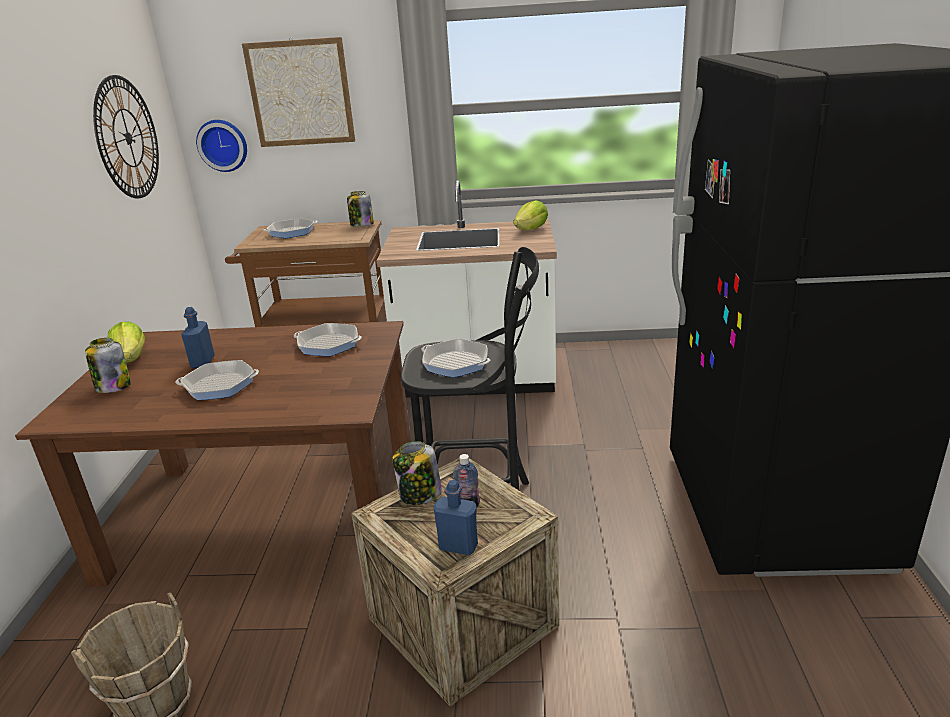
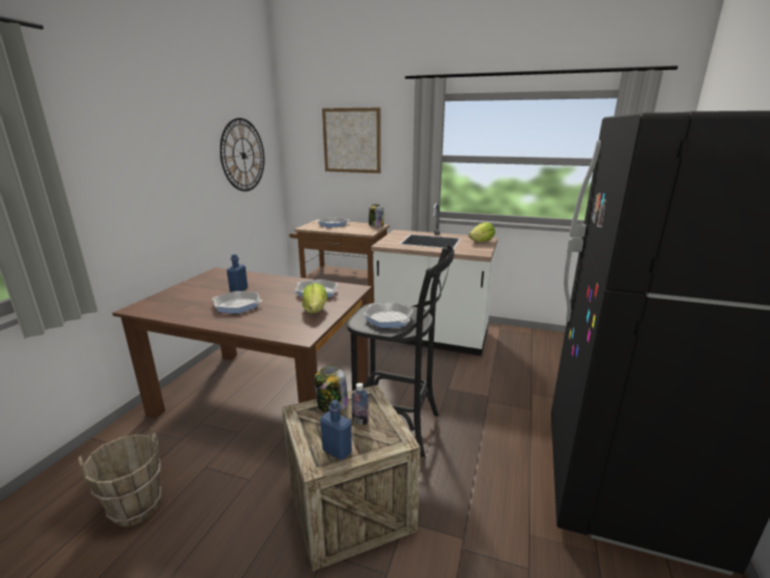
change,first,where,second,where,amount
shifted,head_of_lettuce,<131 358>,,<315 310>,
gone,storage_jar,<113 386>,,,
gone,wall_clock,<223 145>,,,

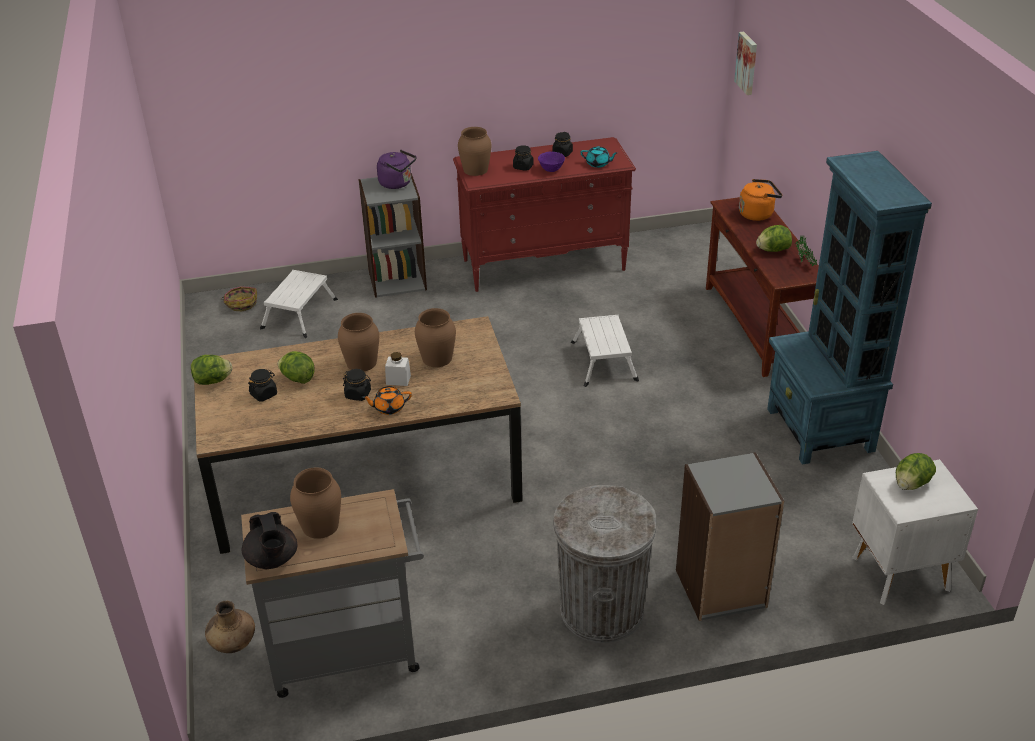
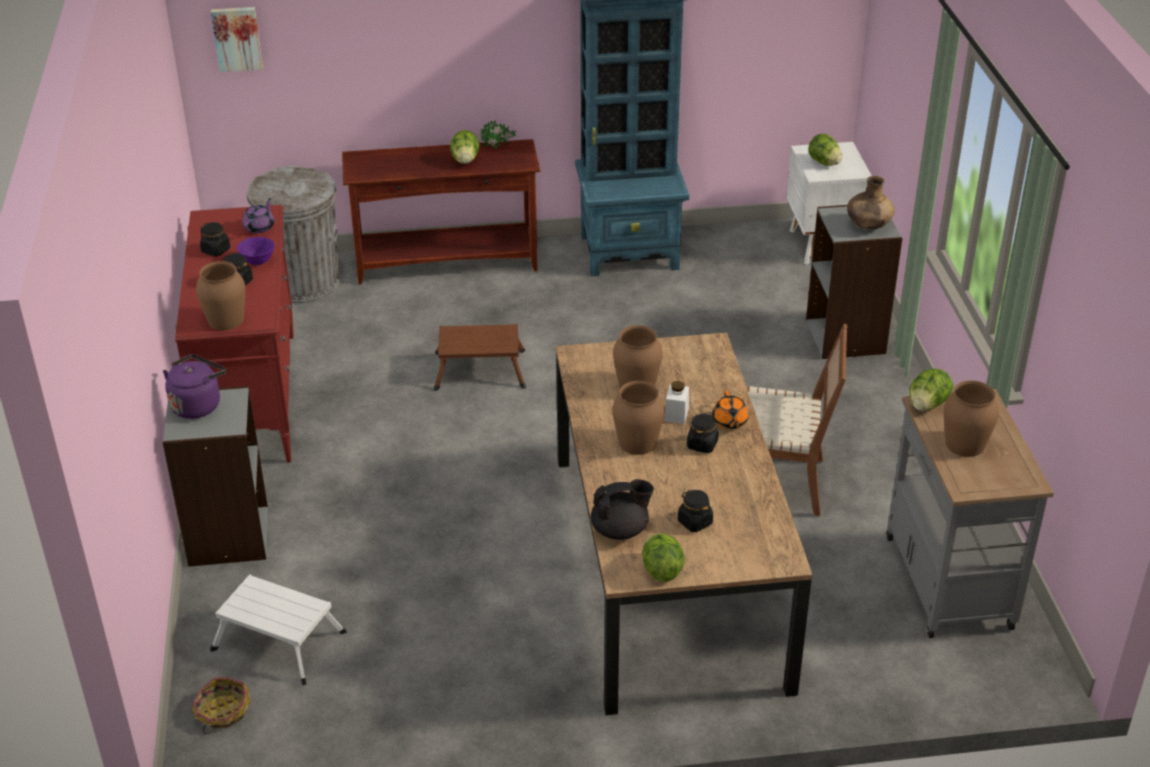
change,first,where,second,where,amount
repainted,blue-green_pot_for_tea,<598 164>,purple_pot_for_tea,<260 227>,
shifted,gray_waste_bin,<601 610>,,<303 284>,
repainted,white-coloured_step_ladder,<604 361>,brown_step_ladder,<480 370>,
shifted,blackish_pot_for_tea,<272 560>,,<620 530>,
new,,,plain_chair,<781 484>,
shifted,brown_vase,<233 643>,,<868 226>,
shifted,head_of_lettuce,<297 378>,,<927 405>,
gone,orangey_tea_kettle,<757 214>,,,

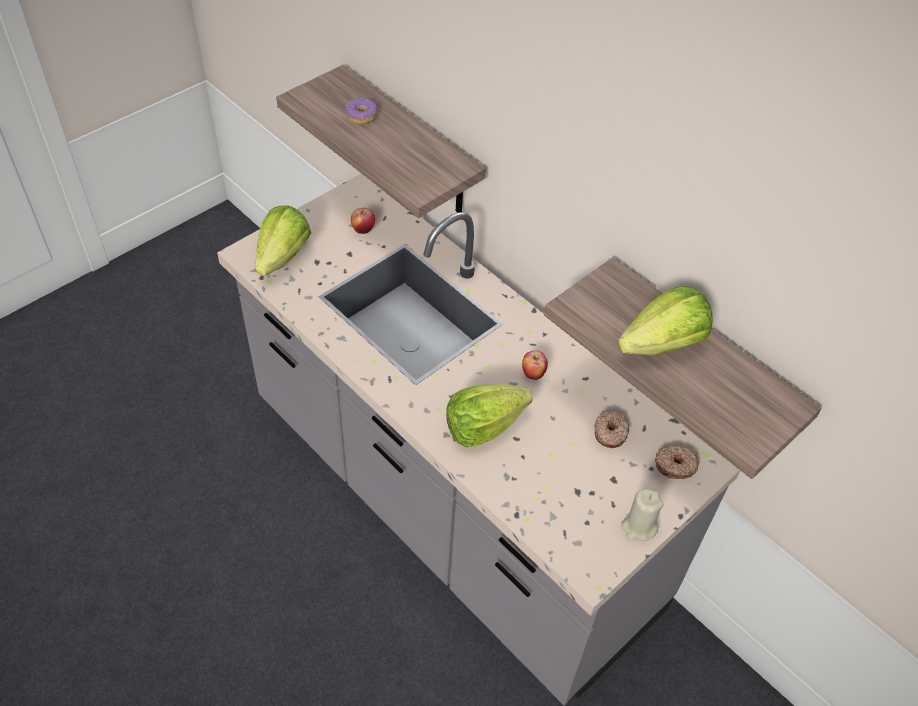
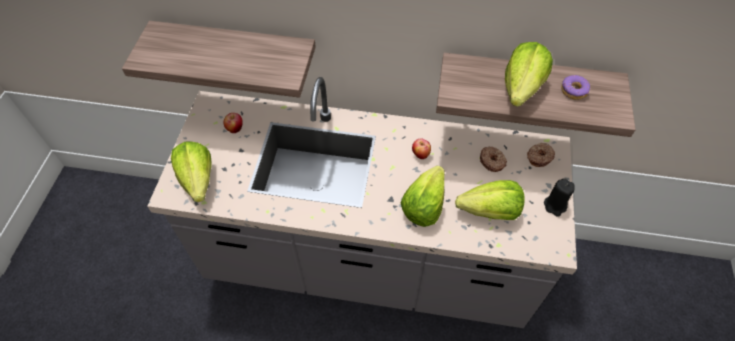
change,first,where,second,where,amount
new,,,head_of_lettuce,<490 211>,
repainted,sand-coloured_wax_light,<638 527>,blackish_wax_light,<555 205>,
shifted,ring_doughnut,<361 116>,,<574 91>,

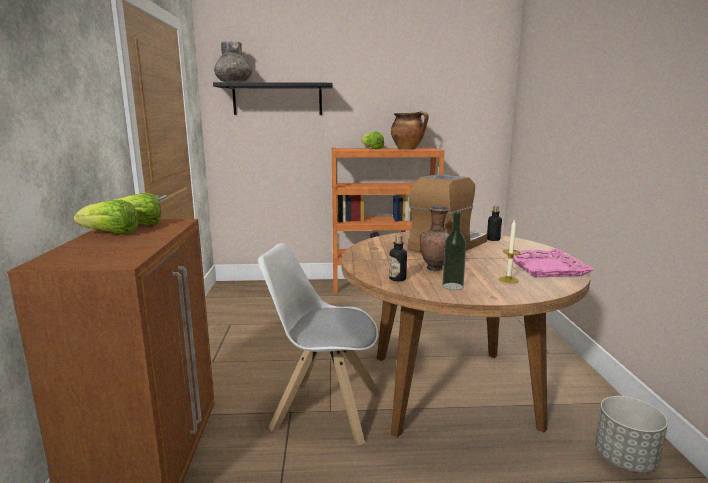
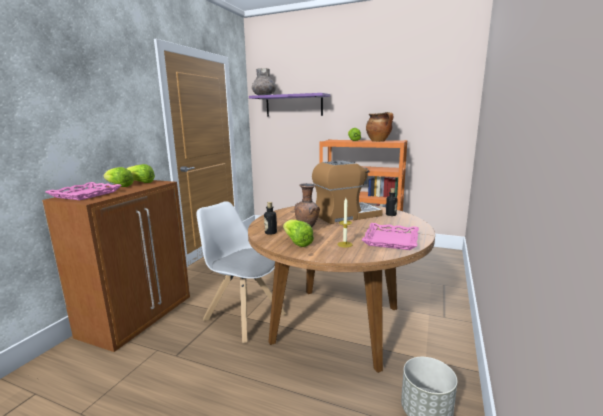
change,first,where,second,where,amount
new,,,pinkish_carrying_tray,<86 194>,
repainted,blackish_shelf,<277 99>,purple_shelf,<294 105>,
swapped,drink_bottle,<452 286>,head_of_lettuce,<297 242>,

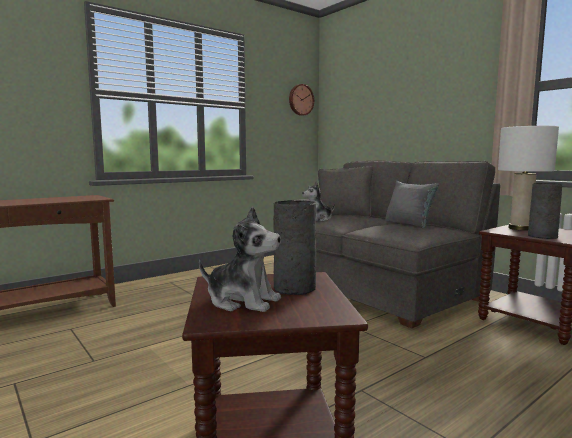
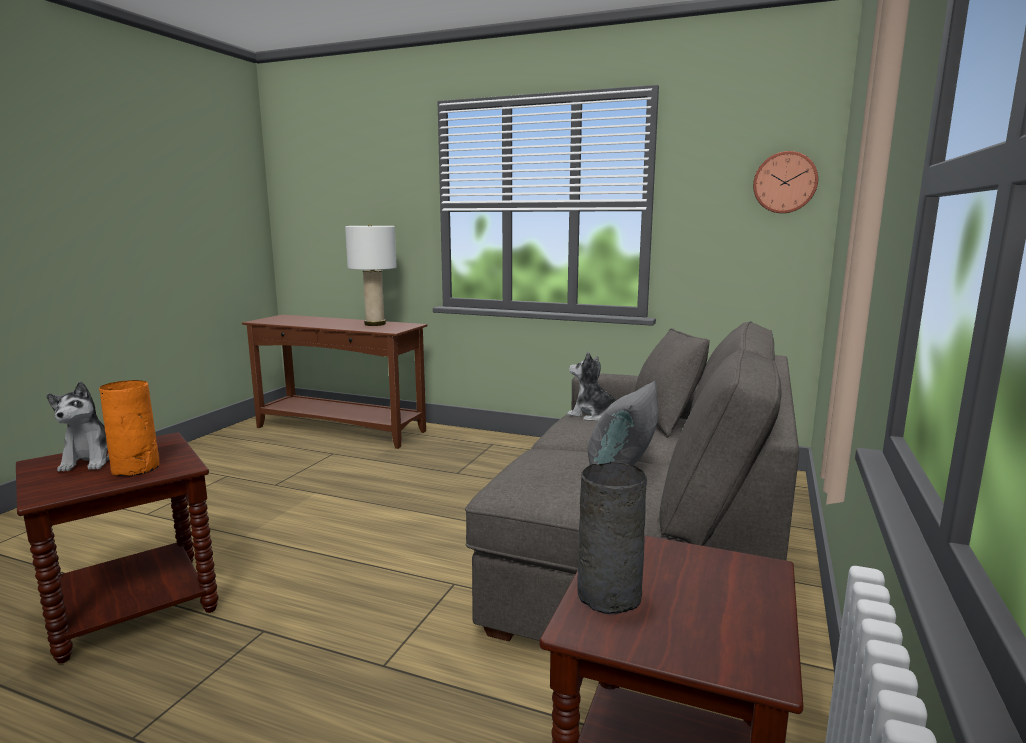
change,first,where,second,where,amount
repainted,gray_vase,<296 288>,orangey_vase,<135 469>,
shifted,white-coloured_lamp_for_a_table,<520 228>,,<375 324>,

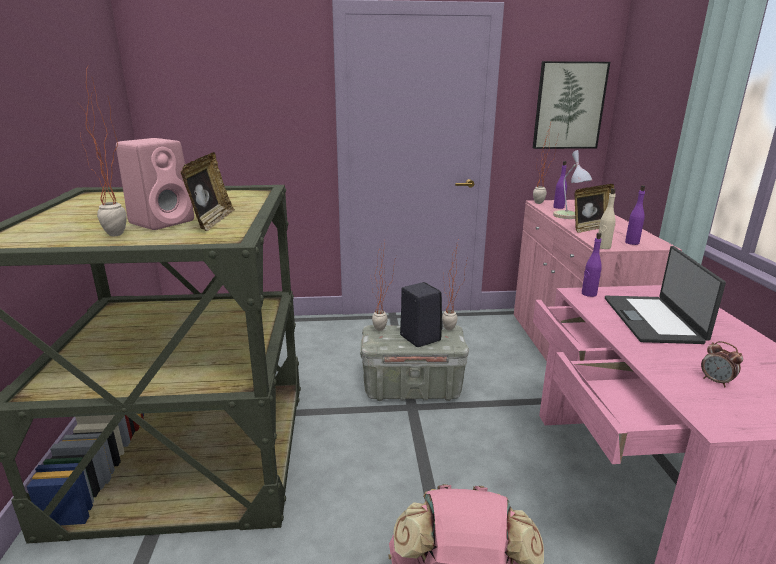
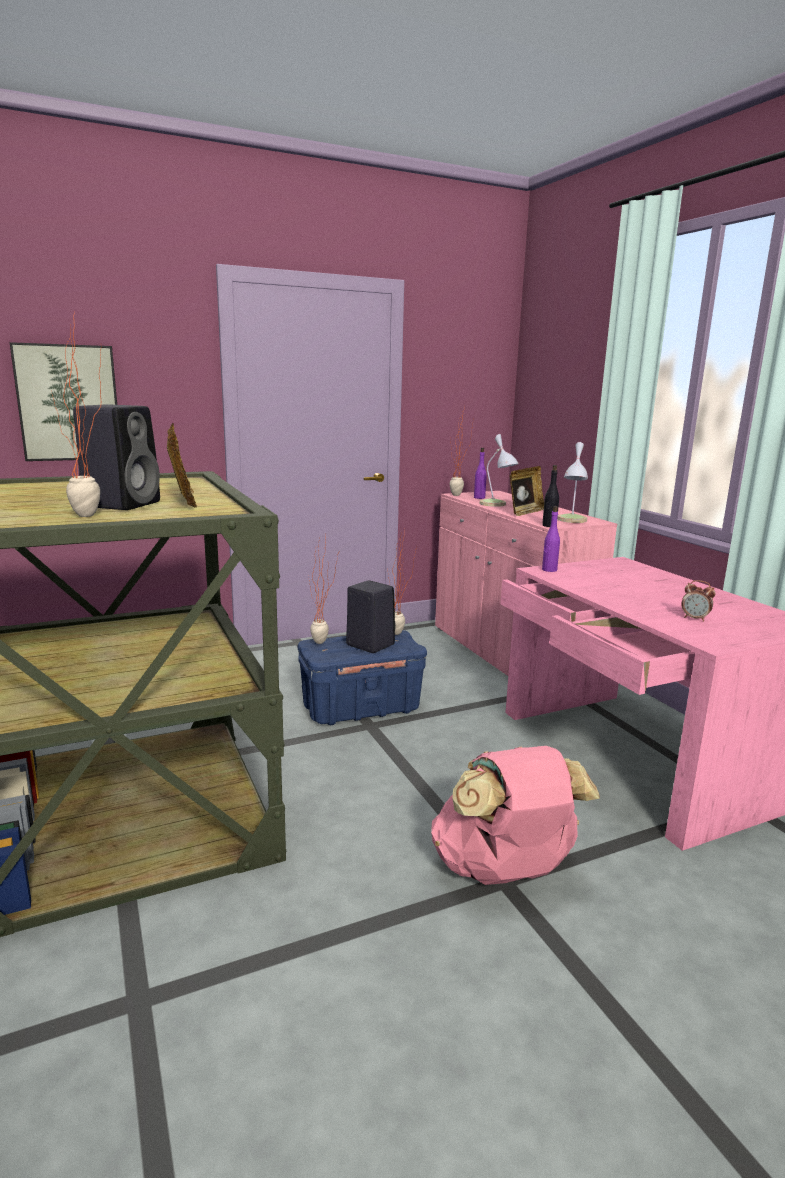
change,first,where,second,where,amount
shifted,wall_art,<569 106>,,<68 403>,
repainted,pinkish_audio_speaker,<163 221>,blackish_audio_speaker,<123 504>,
repainted,gray_storage_container,<413 388>,blue-coloured_storage_container,<361 708>,
repainted,sand-coloured_drink_bottle,<603 247>,blackish_drink_bottle,<549 525>,
swapped,purple_drink_bottle,<632 242>,lamp_for_a_table,<571 521>,
gone,laptop,<653 319>,,,

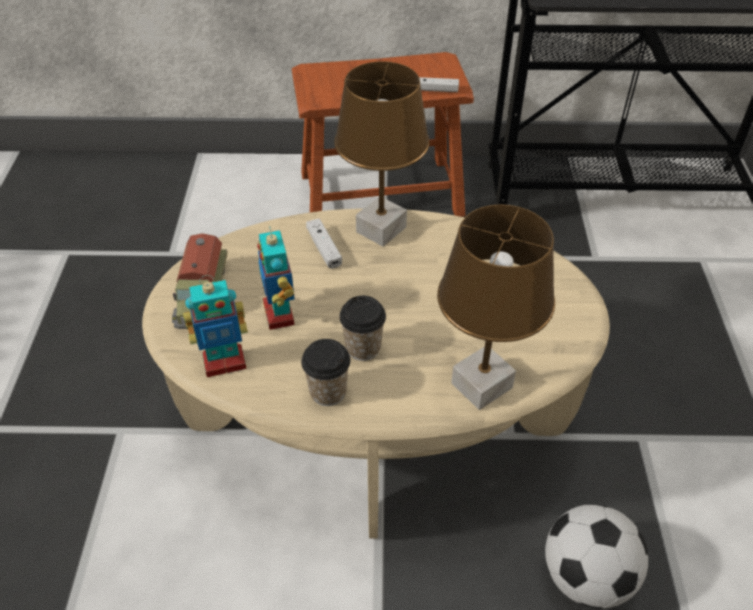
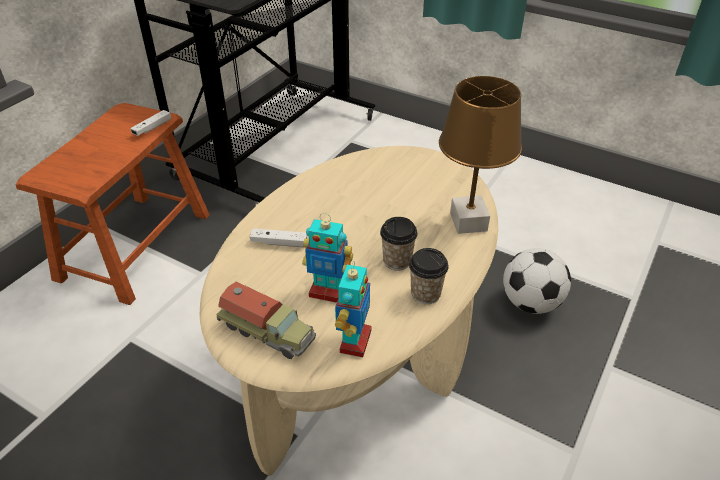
change,first,where,second,where,amount
gone,brown_lamp_for_a_table,<381 229>,,,

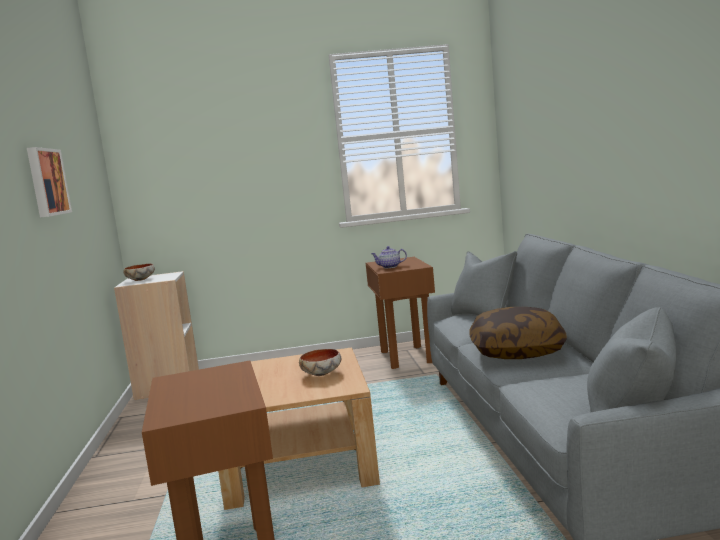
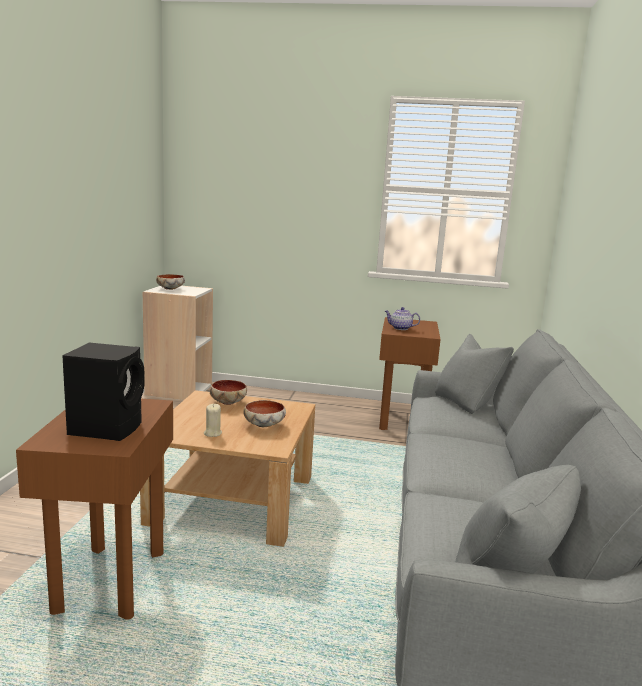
change,first,where,second,where,amount
new,,,blackish_audio_speaker,<107 428>,
new,,,sand-coloured_wax_light,<212 433>,
new,,,deep_dish,<227 402>,
gone,wall_art,<46 182>,,,
gone,throw_pillow,<517 351>,,,

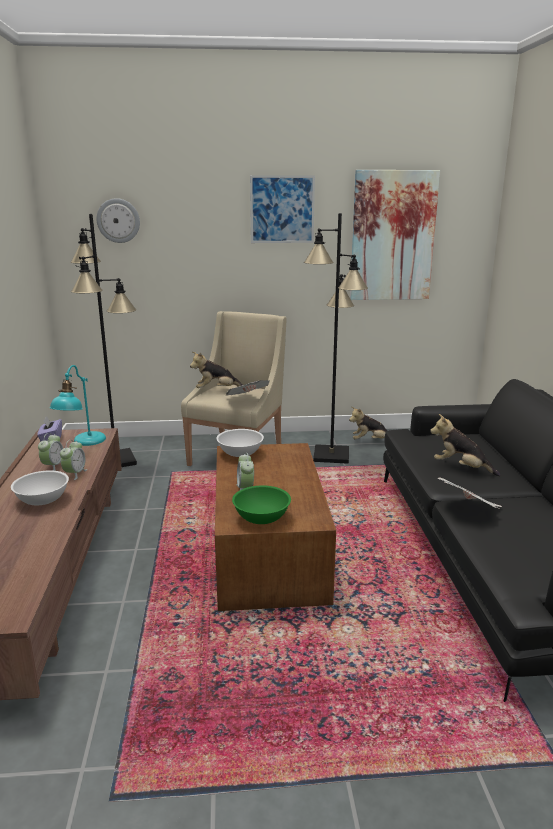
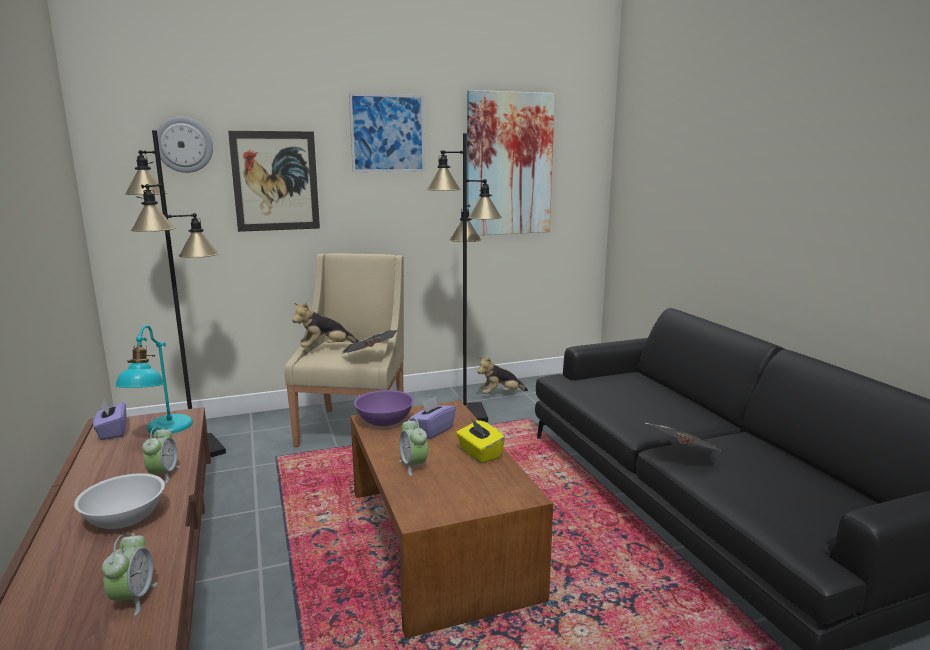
change,first,where,second,where,amount
shifted,table_clock,<53 466>,,<133 598>,
new,,,wall_art,<275 181>,
repainted,white-coloured_deep_dish,<240 453>,purple_deep_dish,<385 421>,
new,,,purple_tissue_box,<432 431>,
new,,,yellow-coloured_tissue_box,<479 454>,
gone,green-coloured_deep_dish,<261 518>,,,
gone,soft_toy,<461 468>,,,

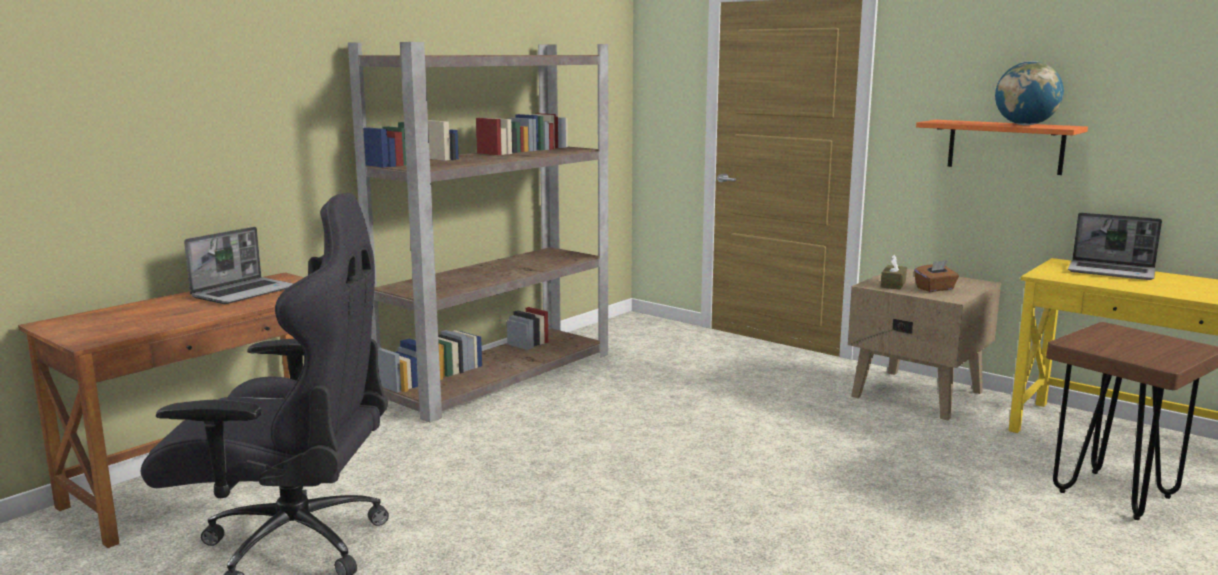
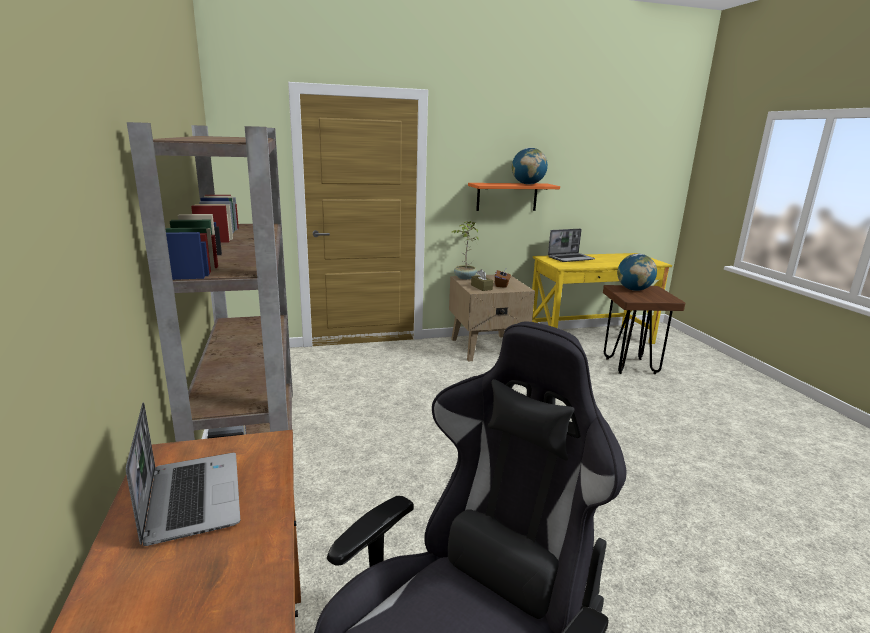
change,first,where,second,where,amount
new,,,potted_plant,<464 278>,
new,,,globe,<634 290>,

